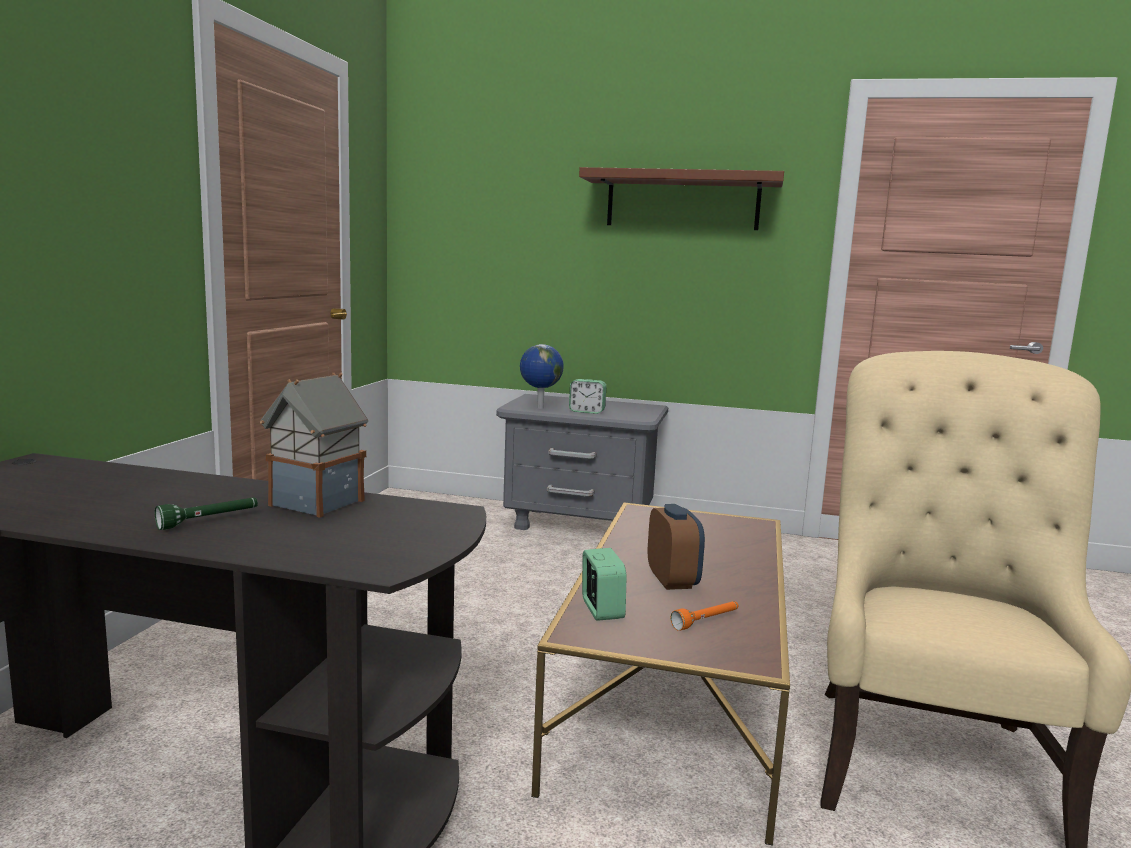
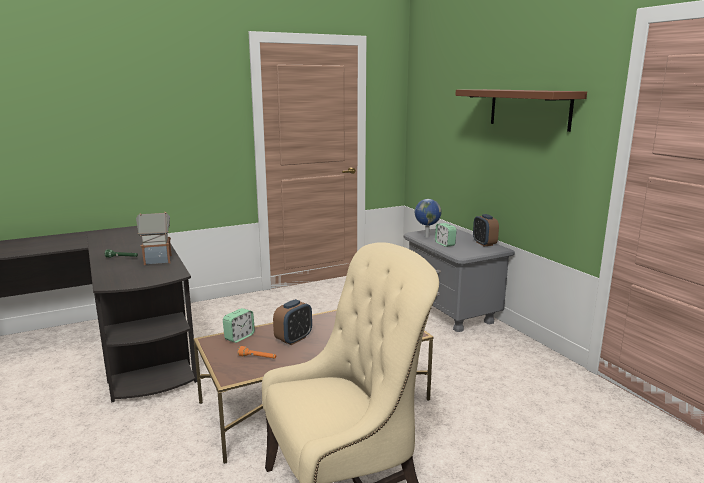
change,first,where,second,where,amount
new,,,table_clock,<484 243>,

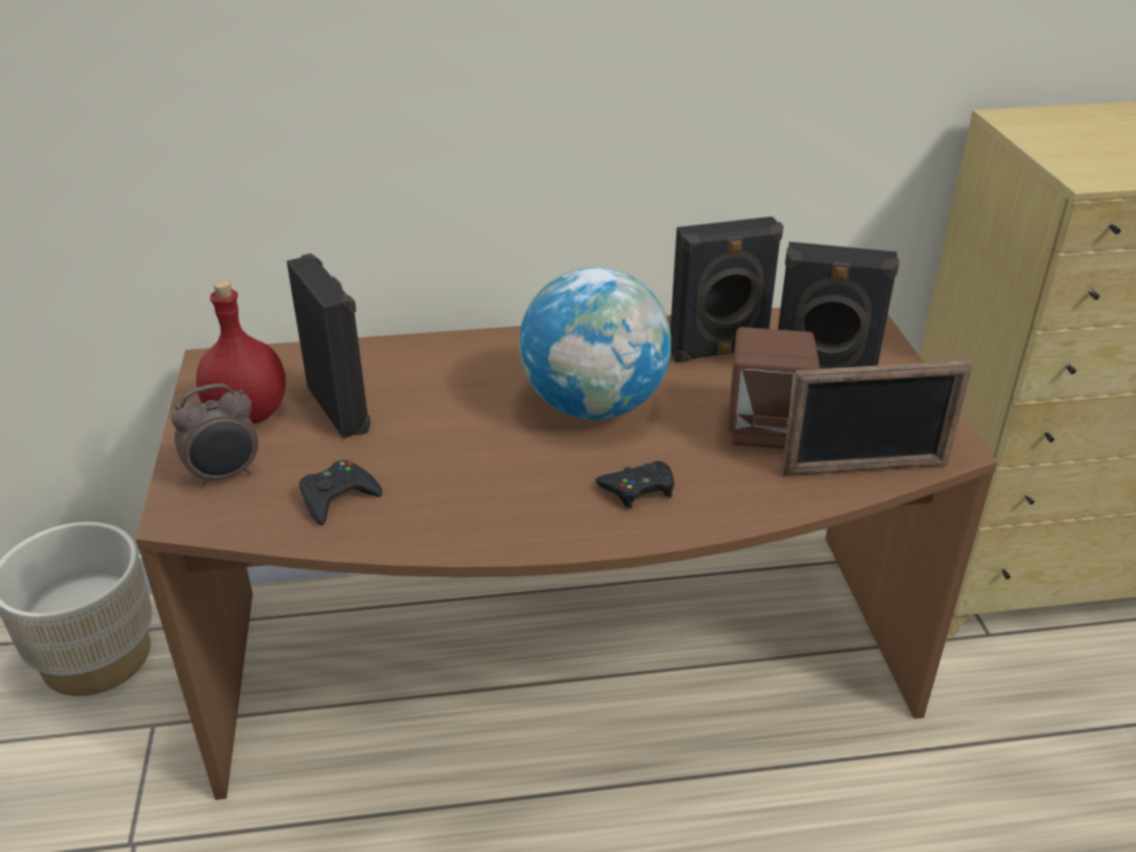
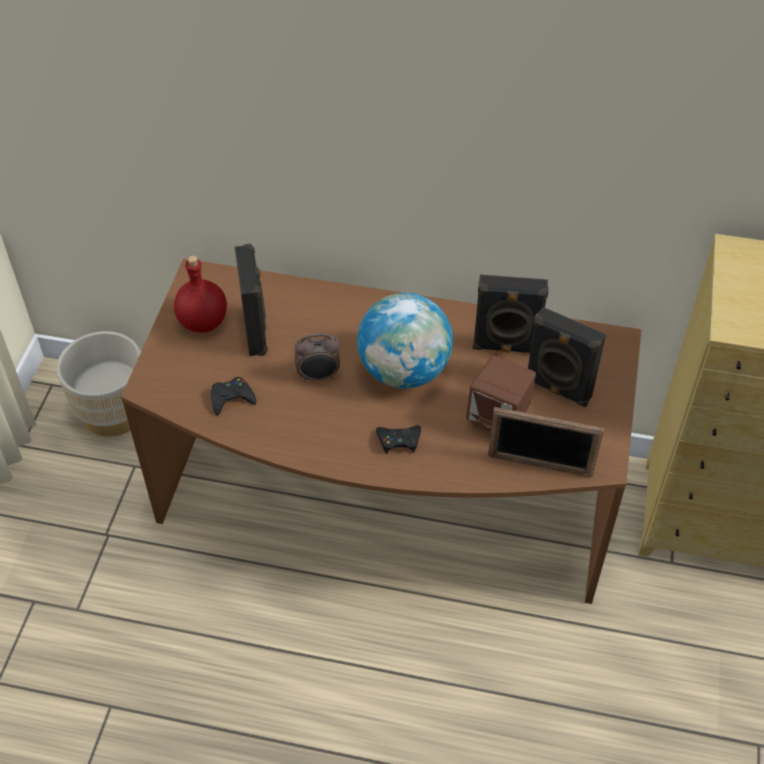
change,first,where,second,where,amount
shifted,table_clock,<225 476>,,<318 376>,

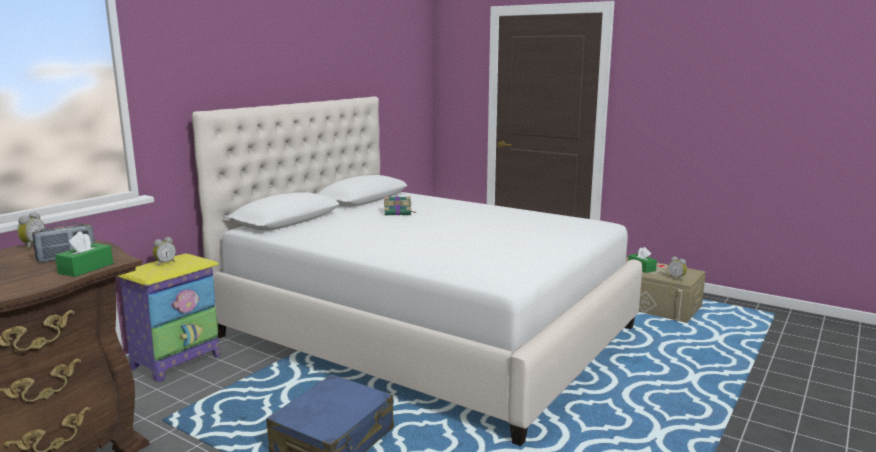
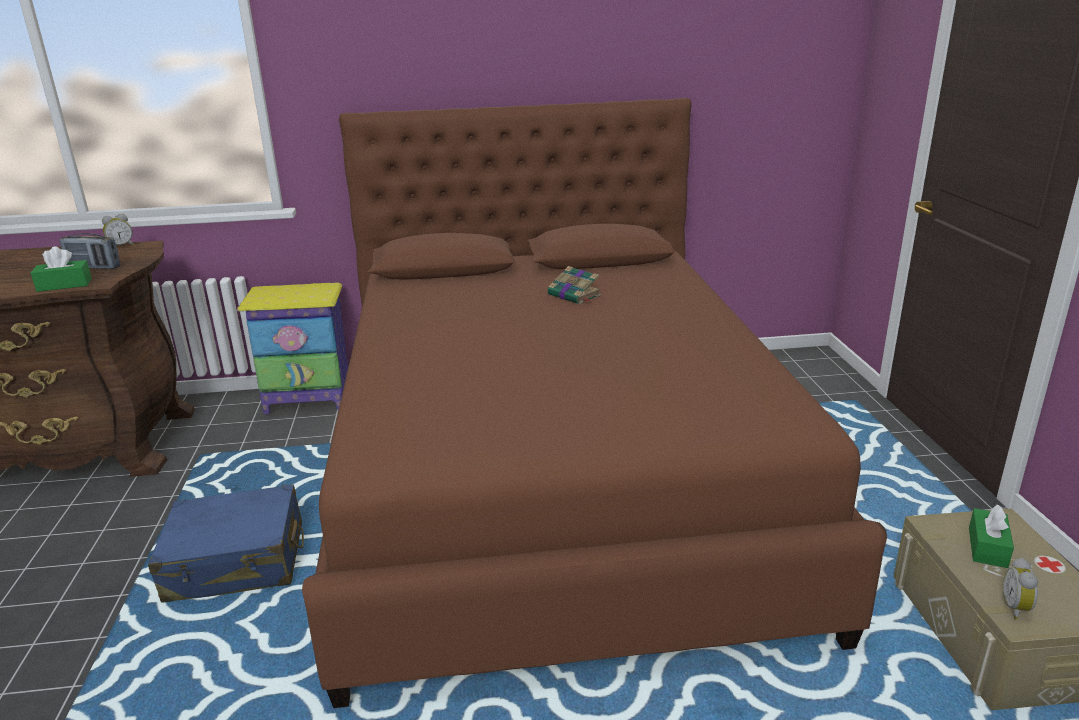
change,first,where,second,where,amount
repainted,white-coloured_bedroom_bed,<427 331>,brown_bedroom_bed,<555 482>,
gone,table_clock,<165 263>,,,

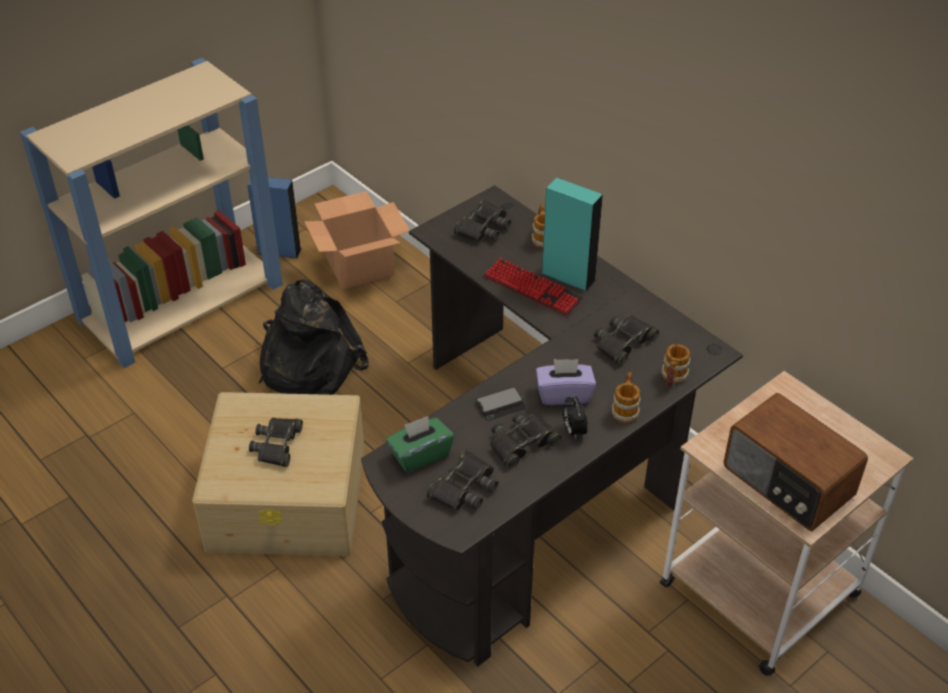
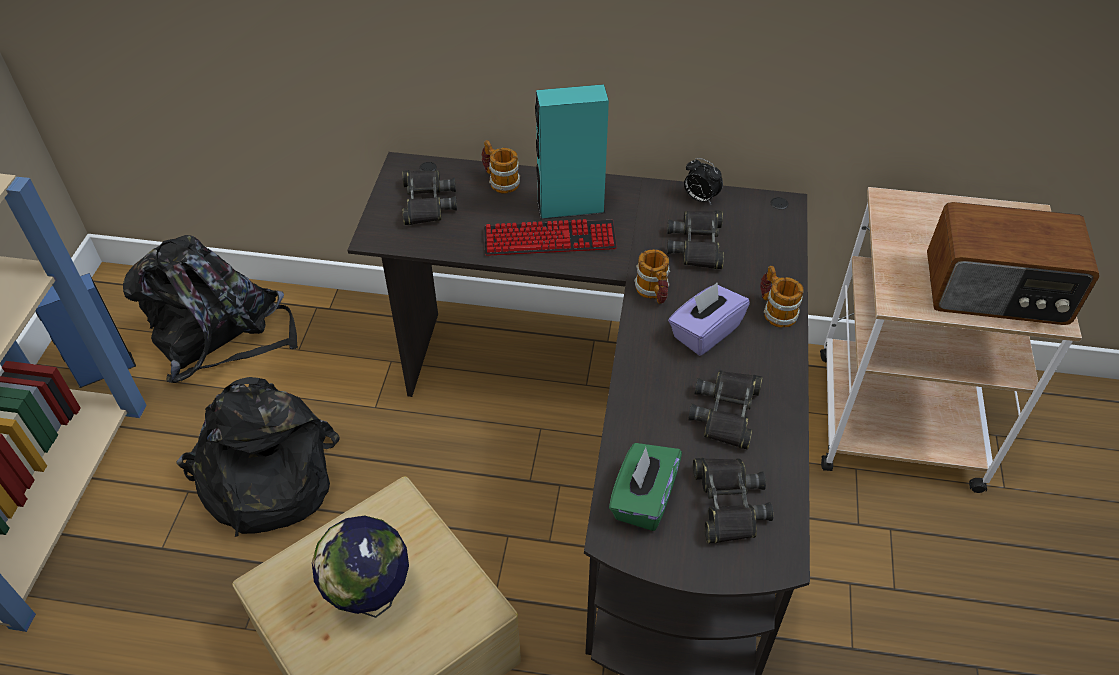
change,first,where,second,where,amount
swapped,carton,<359 267>,blackish_backpack,<220 335>,
swapped,blackish_binoculars,<277 445>,globe,<371 598>,
shifted,tea_mug,<672 378>,,<653 292>,
shifted,table_clock,<573 431>,,<699 198>,
gone,telephone,<500 405>,,,

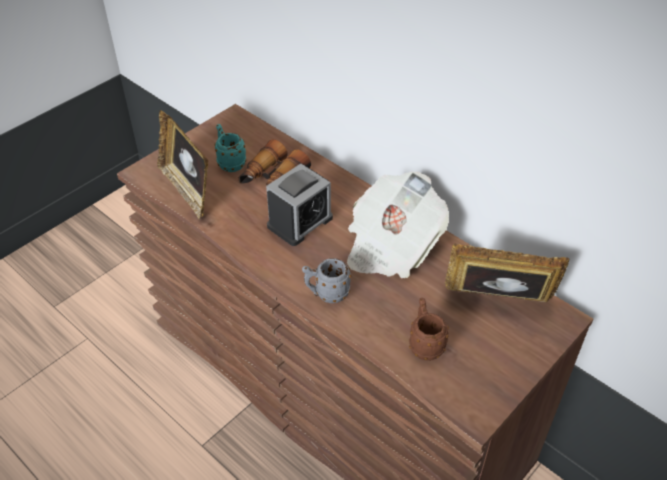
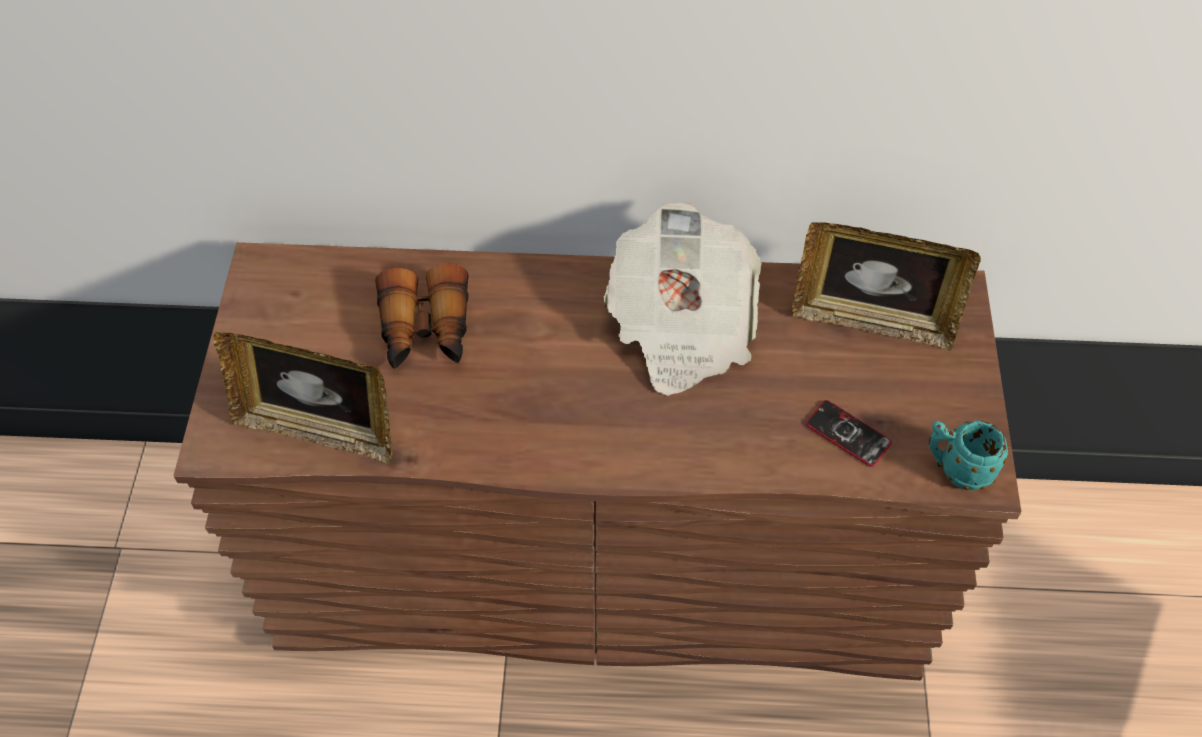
change,first,where,second,where,amount
rotated,picture_frame,<497 302>,,<872 320>,135 degrees counterclockwise
swapped,brown_tea_mug,<424 344>,telephone,<848 434>,
shifted,blue-green_tea_mug,<229 162>,,<956 468>,
gone,table_clock,<300 222>,,,
gone,gray_tea_mug,<326 294>,,,

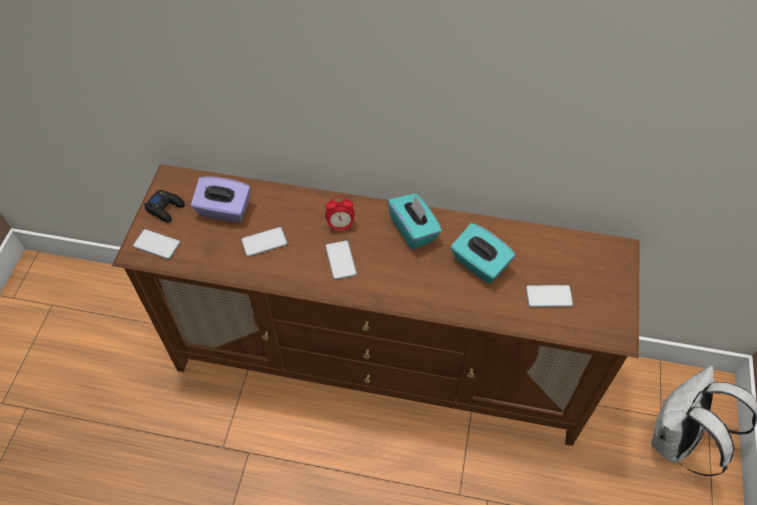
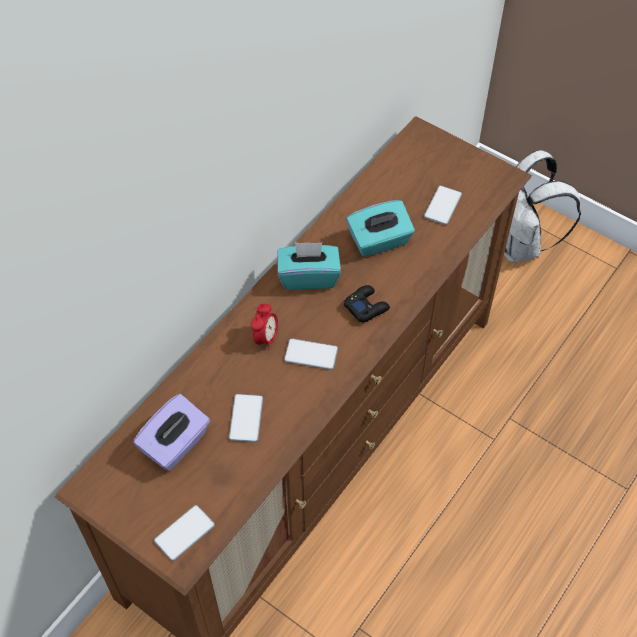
change,first,where,second,where,amount
shifted,blackish_game_controller,<165 208>,,<366 306>,

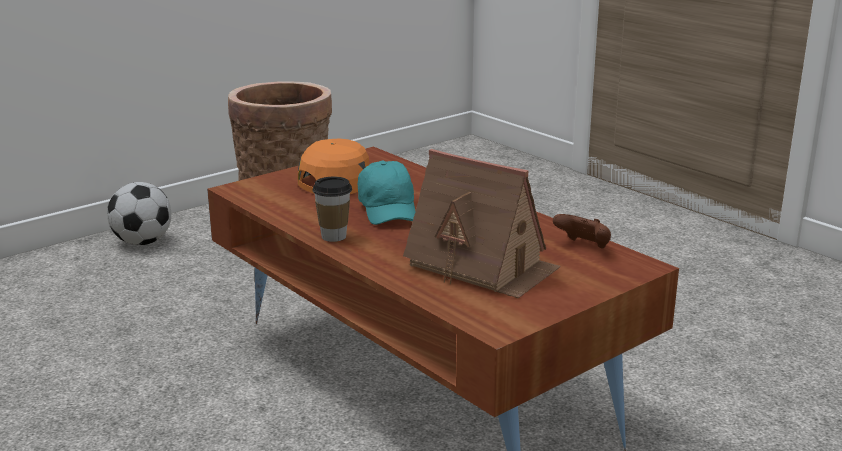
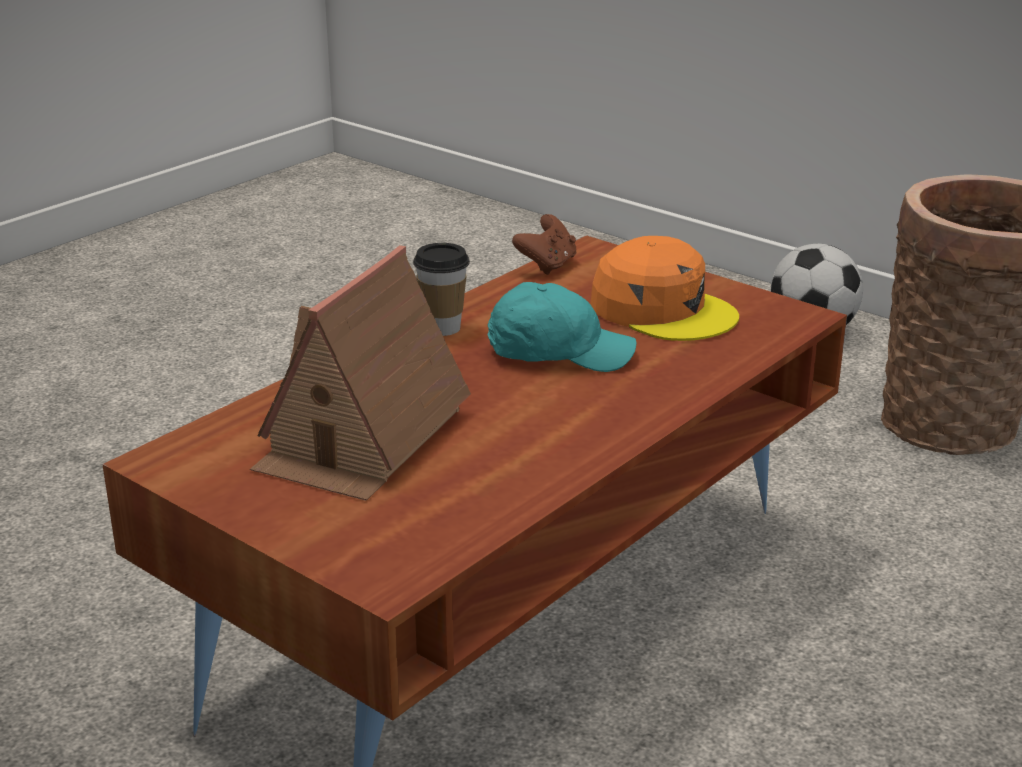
change,first,where,second,where,amount
rotated,blue-green_baseball_cap,<388 209>,,<558 353>,150 degrees counterclockwise
shifted,brown_game_controller,<583 247>,,<547 265>,

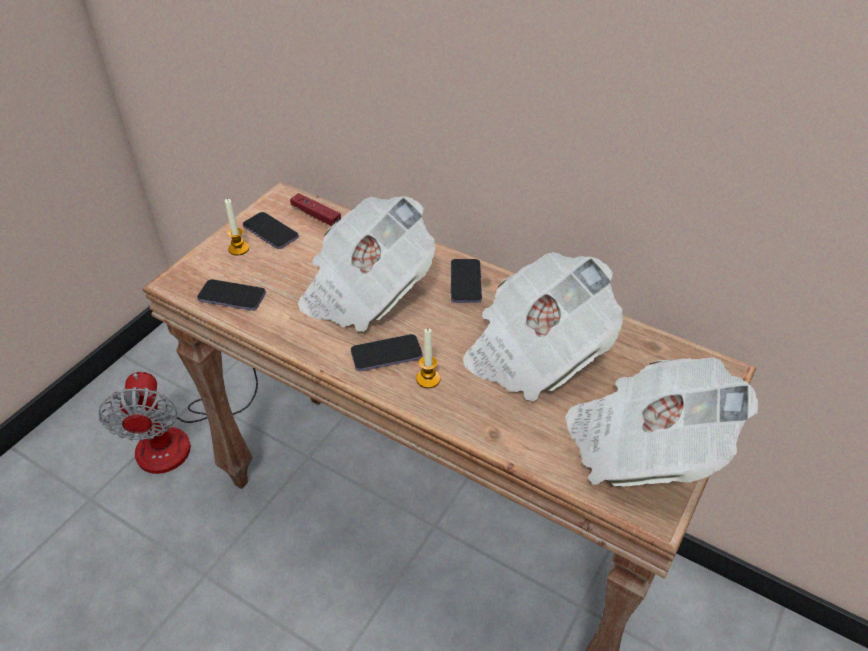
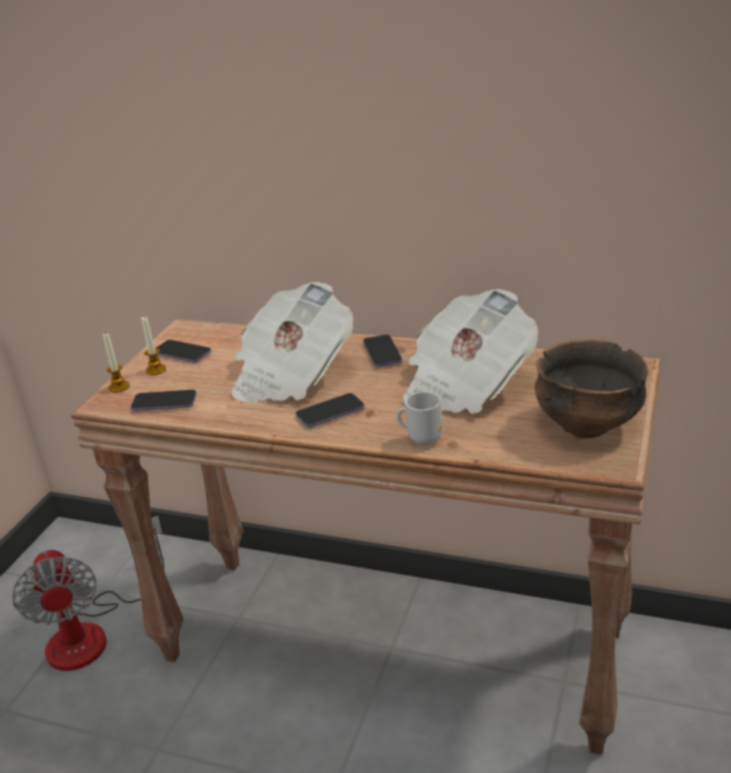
change,first,where,second,where,amount
shifted,wax_light,<428 379>,,<119 387>,
new,,,tea_mug,<422 438>,
swapped,printed_paper,<644 446>,deep_dish,<587 425>,
gone,red-coloured_game_controller,<316 215>,,,

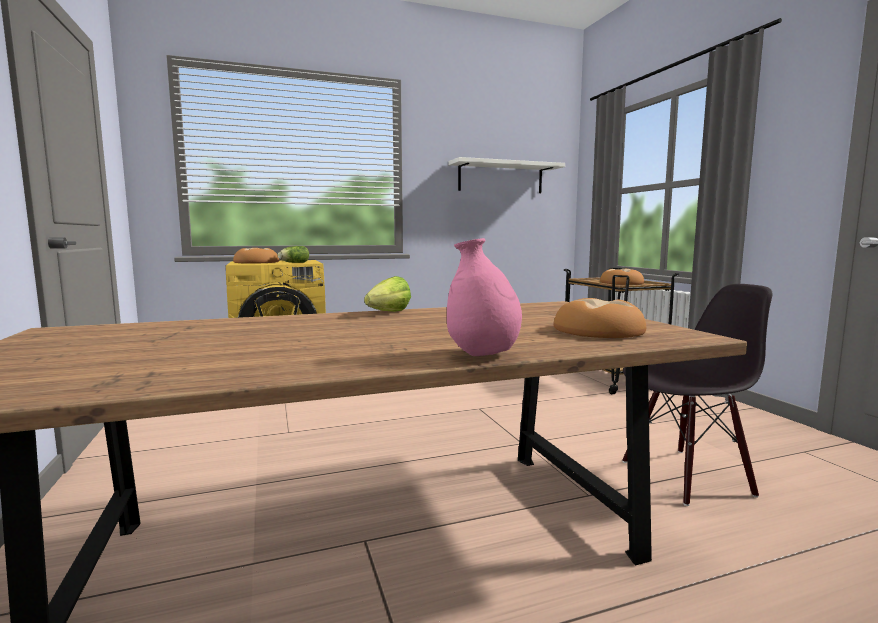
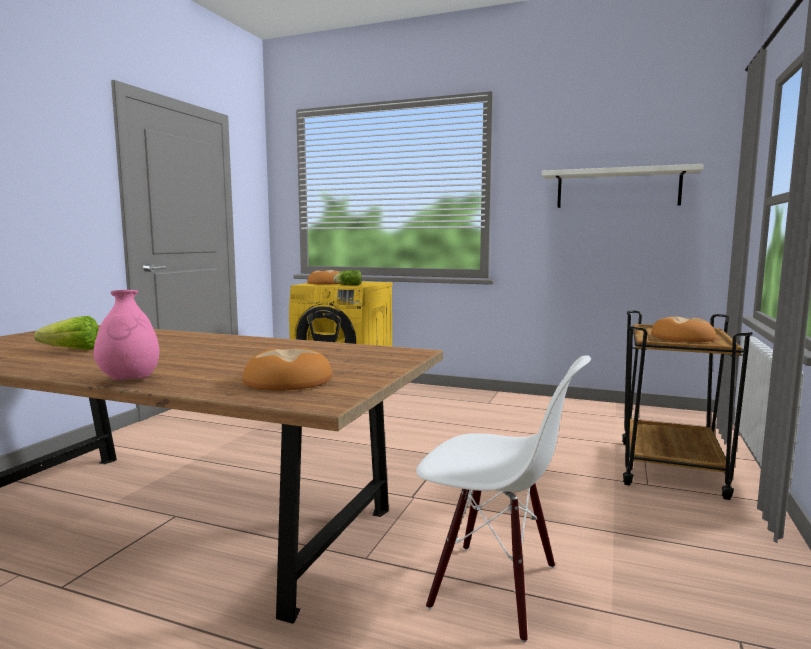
change,first,where,second,where,amount
shifted,head_of_lettuce,<384 313>,,<68 350>,
repainted,blackish_plain_chair,<685 476>,white-coloured_plain_chair,<494 587>,

